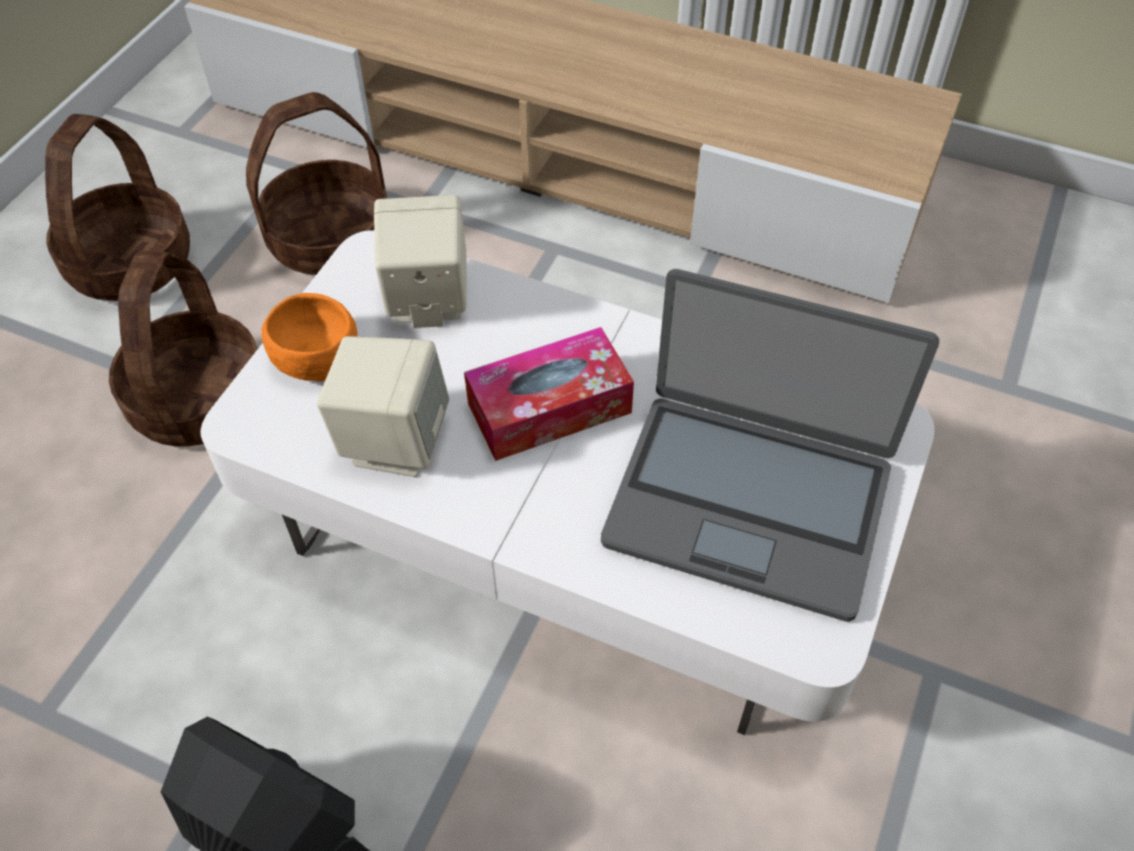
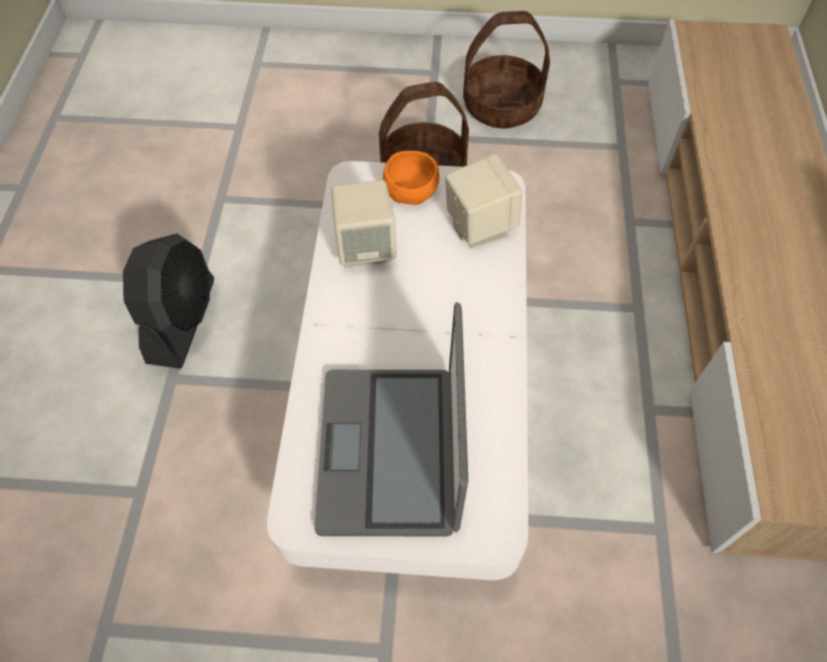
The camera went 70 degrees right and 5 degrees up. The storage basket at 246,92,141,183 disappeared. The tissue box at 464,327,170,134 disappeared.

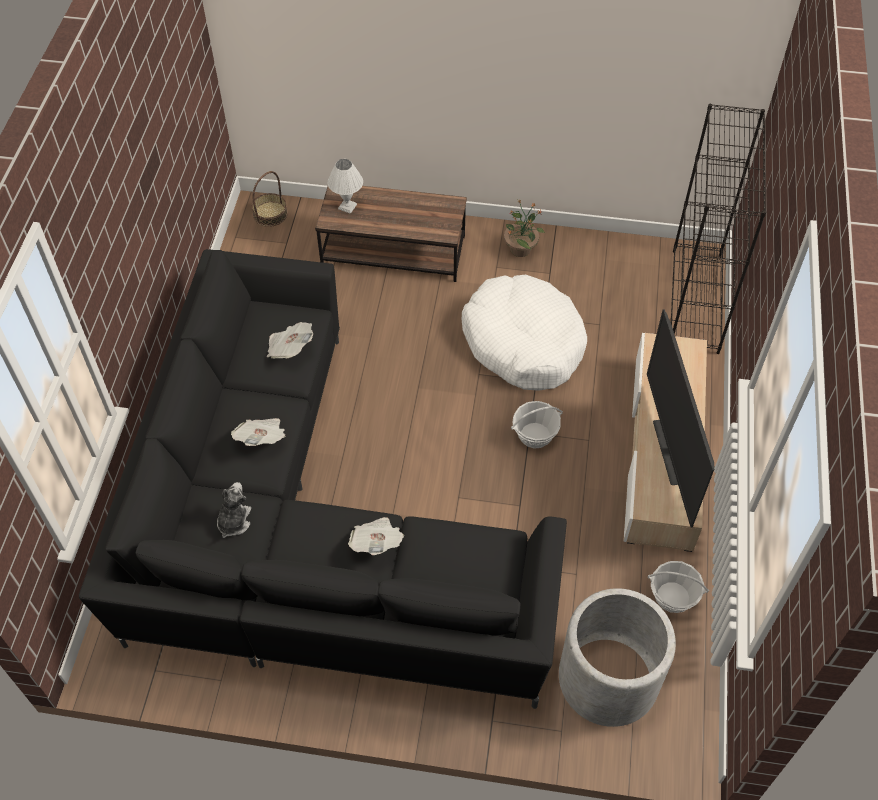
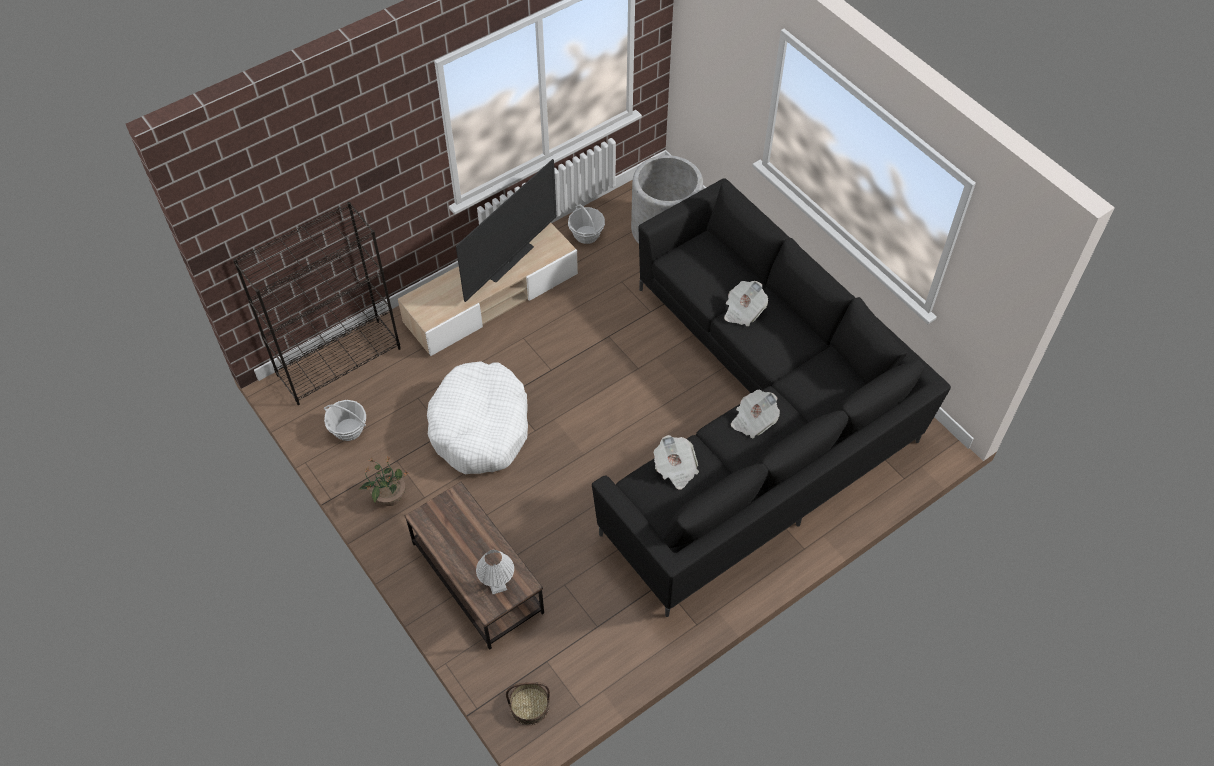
The camera went 135 degrees left and 0 degrees up. The storage basket moved from 511,401,52,48 to 324,400,42,41. The cuddly toy at 217,482,34,56 disappeared.

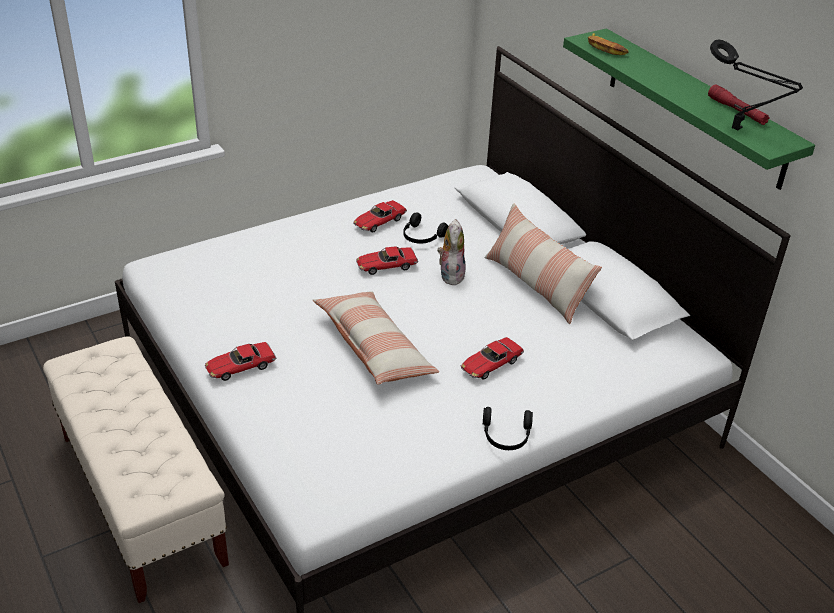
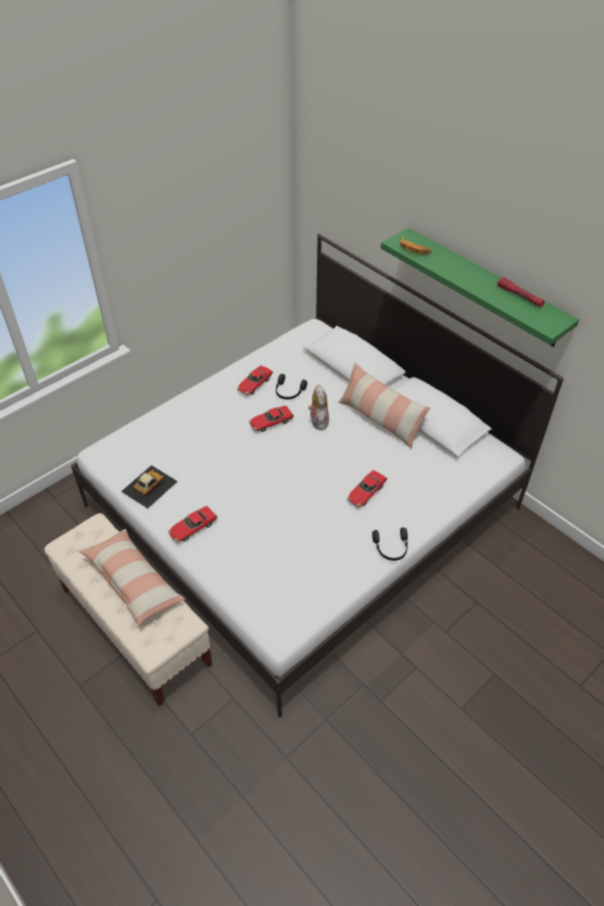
The camera went 10 degrees left and 10 degrees up. The black-coloured tabletop lamp at 710,39,93,91 disappeared. The throw pillow moved from 313,291,126,94 to 79,529,106,96. The model car at 121,465,57,44 appeared.

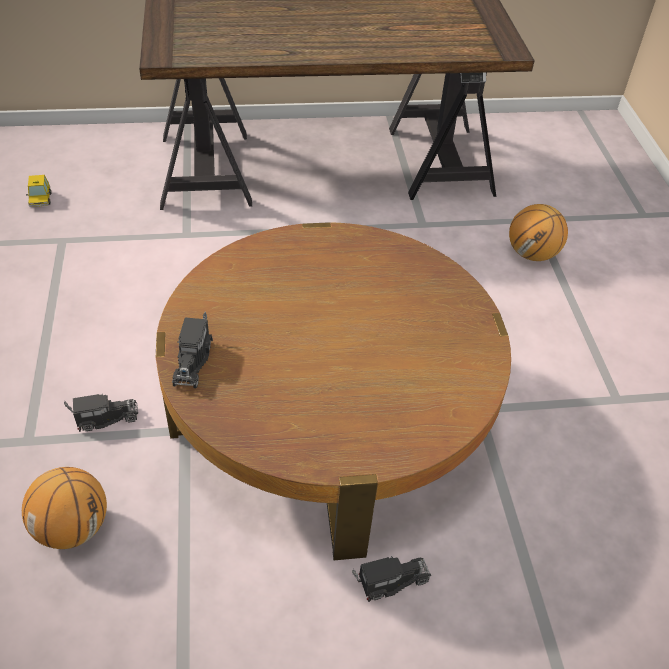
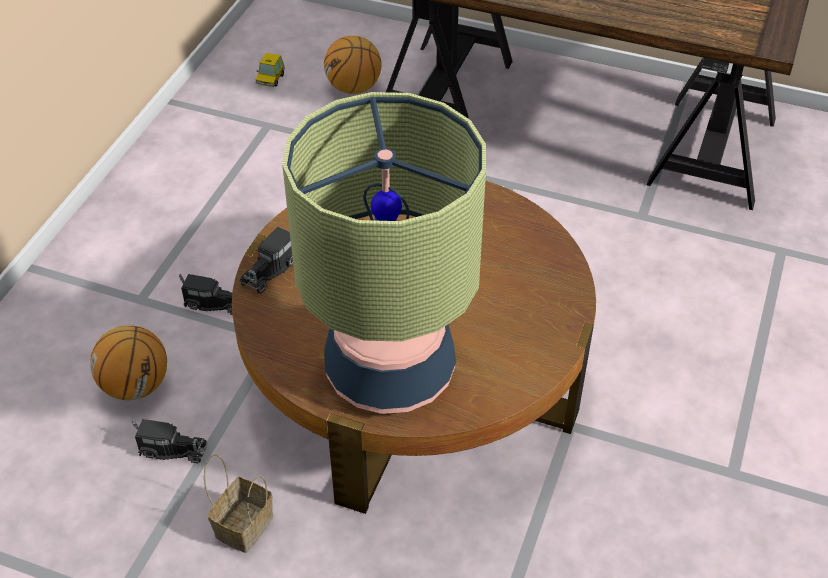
The camera went 30 degrees right and 0 degrees up. The basketball ball moved from 509,204,59,57 to 324,36,57,58. The toy truck moved from 352,556,79,46 to 132,419,75,44. The tabletop lamp at 282,92,204,322 appeared. The storage basket at 204,454,69,99 appeared.

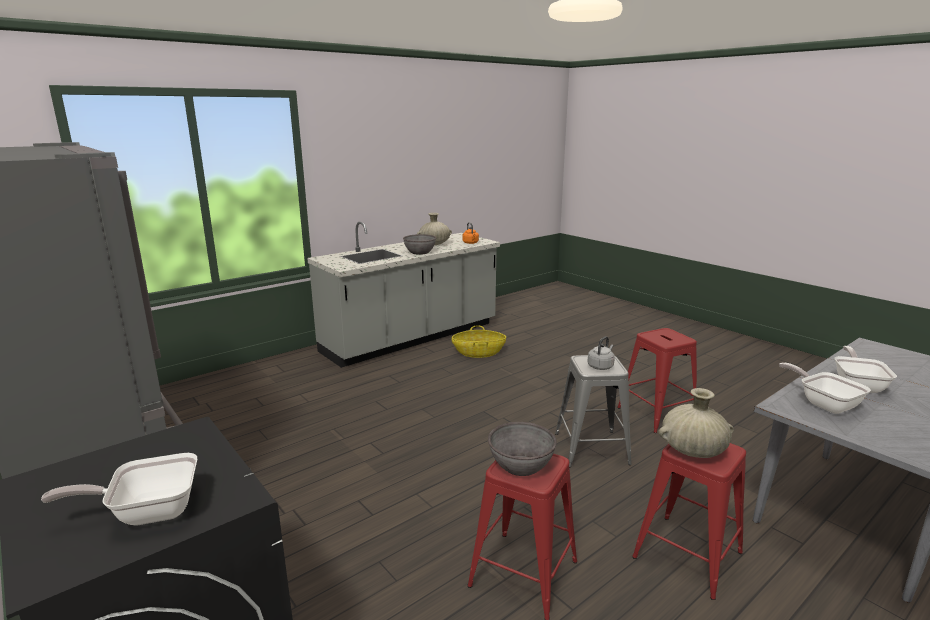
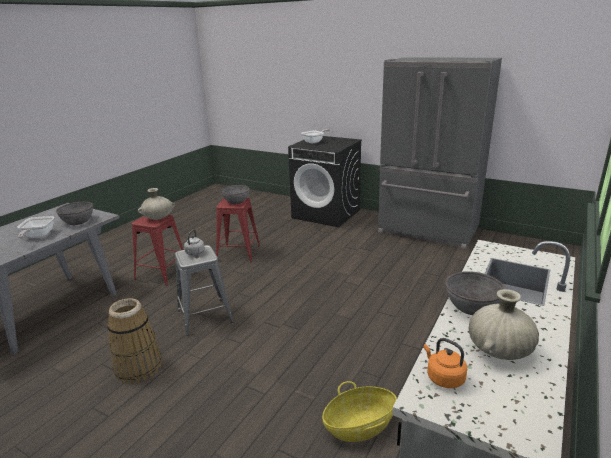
The camera went 160 degrees right and 5 degrees up. The red sitting stool at 617,328,80,105 was replaced by the storage basket at 108,298,54,85. The pan at 779,362,92,52 was replaced by the gray bowl at 56,202,37,23.

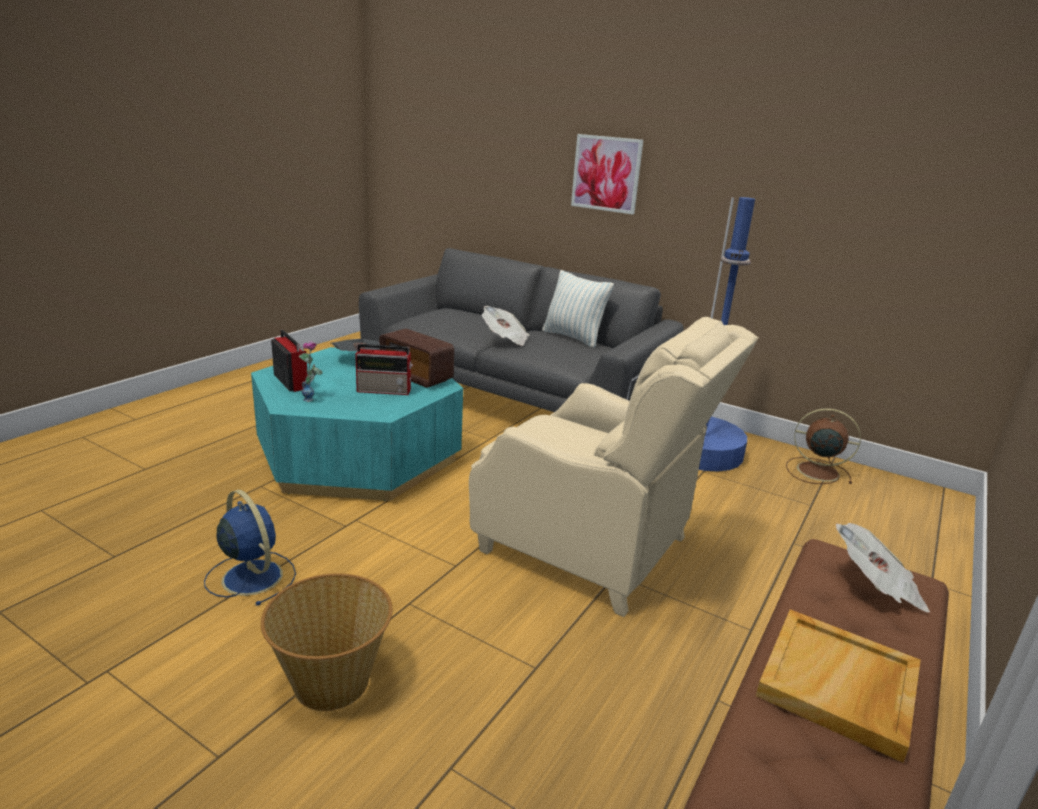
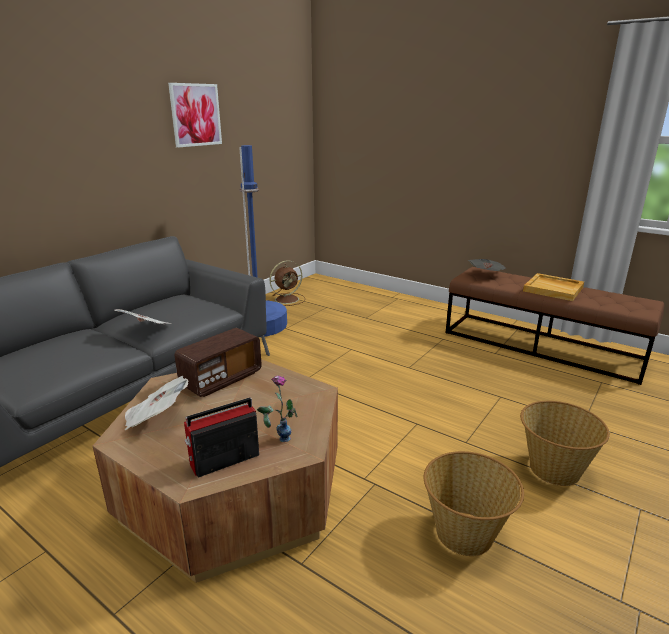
The camera went 85 degrees left and 0 degrees up. The wall art moved from 571,134,72,80 to 168,83,54,65. The throw pillow at 542,270,72,78 disappeared. The sand-coloured lounge chair at 469,317,289,300 disappeared. The radio at 355,344,58,51 disappeared. The blue-green lounge table at 251,347,212,154 became the brown lounge table at 93,359,245,224. The brown electric fan at 786,408,75,76 turned 150 degrees counterclockwise. The bluish electric fan at 204,490,92,116 was replaced by the storage basket at 424,451,100,105.

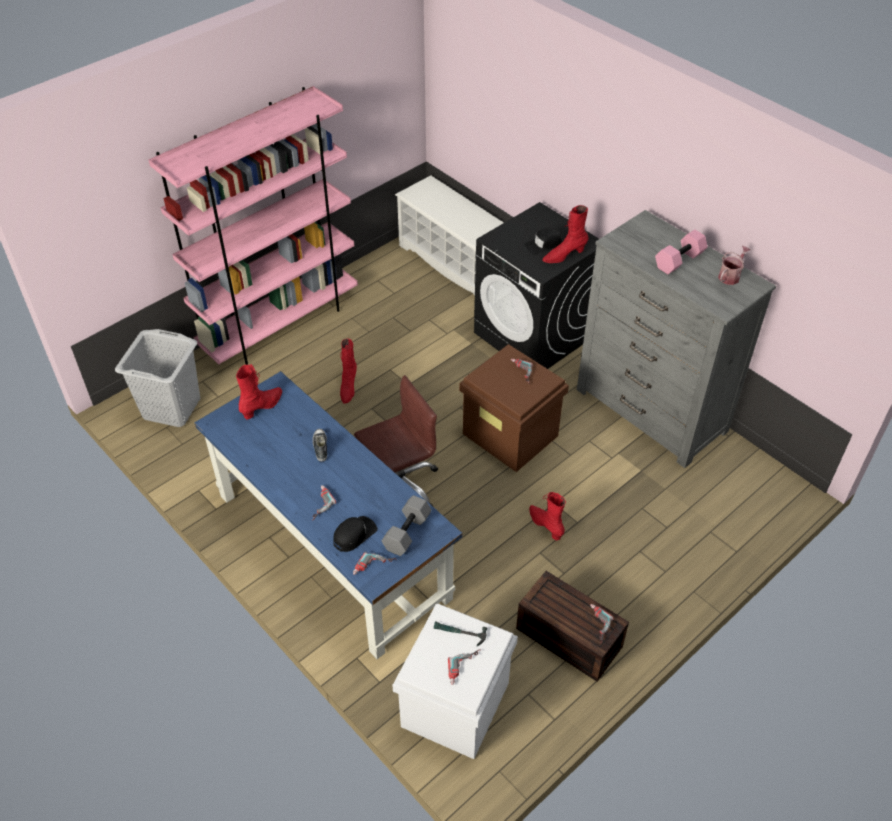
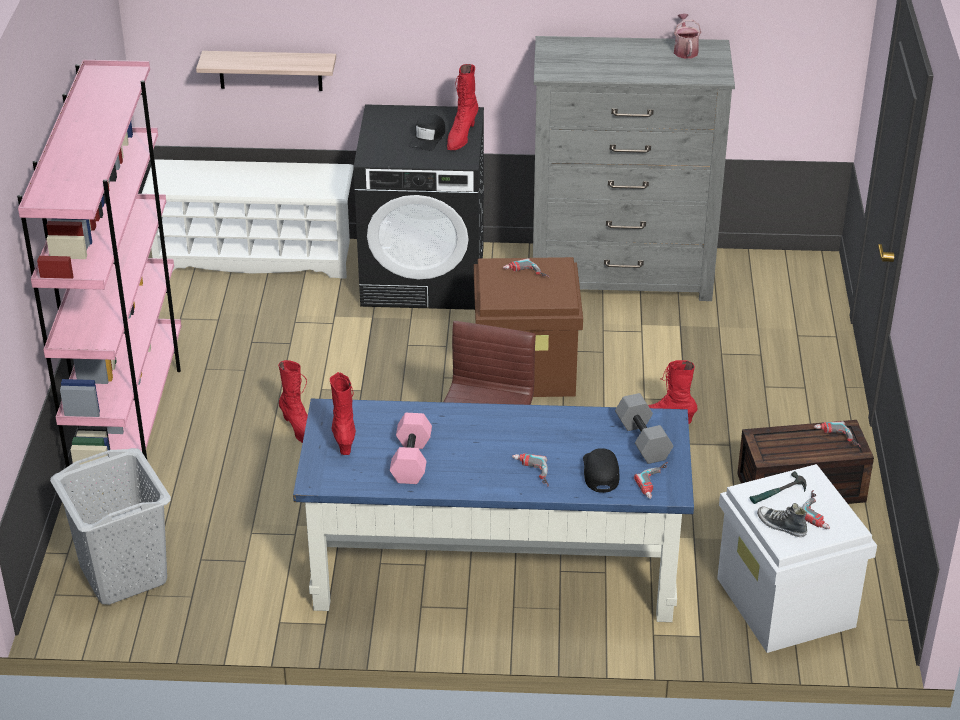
The camera went 45 degrees left and 10 degrees down. The pinkish dumbbell moved from 655,230,53,44 to 390,413,42,71. The shoe moved from 313,429,14,33 to 757,503,50,34. The shelf at 196,51,140,40 appeared.

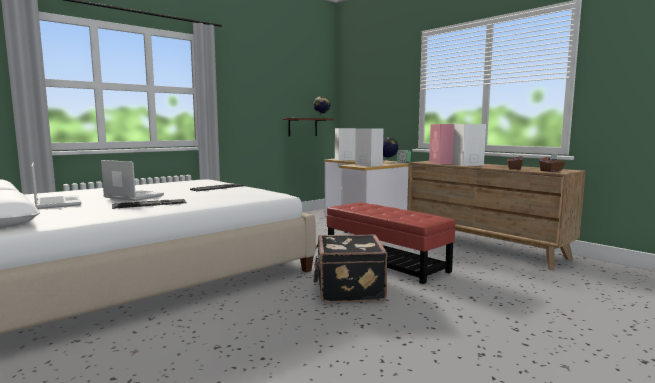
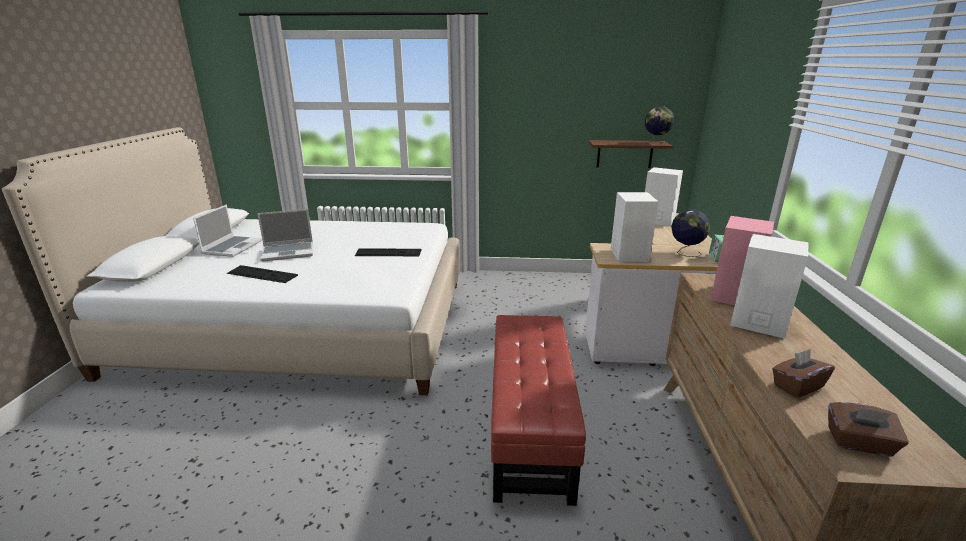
The camera went 45 degrees right and 15 degrees up. The laptop at 101,160,63,41 turned 90 degrees clockwise. The black-coloured suitcase at 314,234,74,69 disappeared.

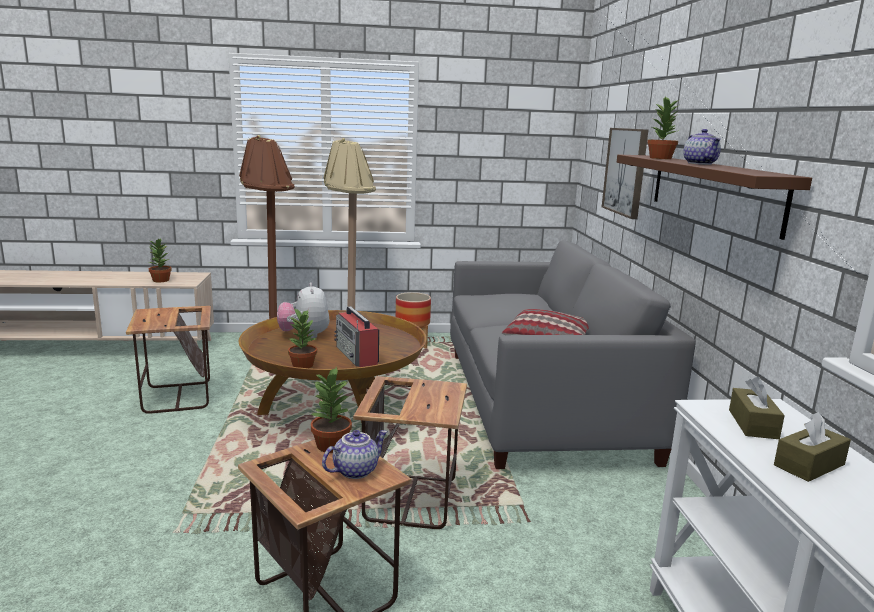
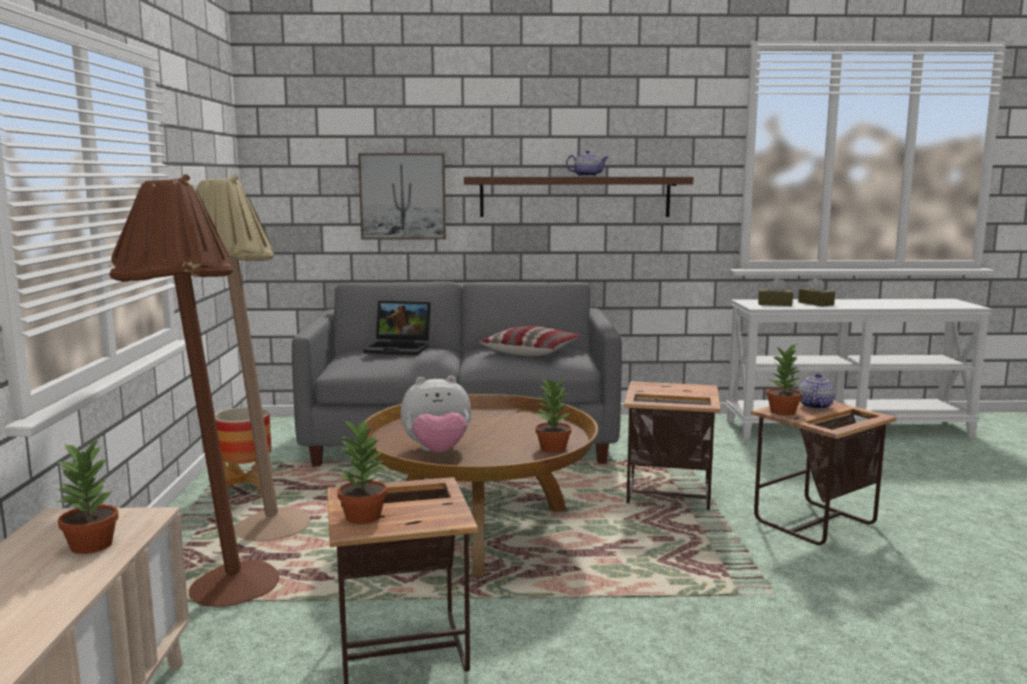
The camera went 85 degrees left and 5 degrees down. The plant in a pot moved from 647,97,33,62 to 337,419,51,105. The radio at 334,306,45,61 disappeared. The tea pot at 322,430,66,49 turned 60 degrees clockwise. The laptop at 363,301,68,55 appeared.

